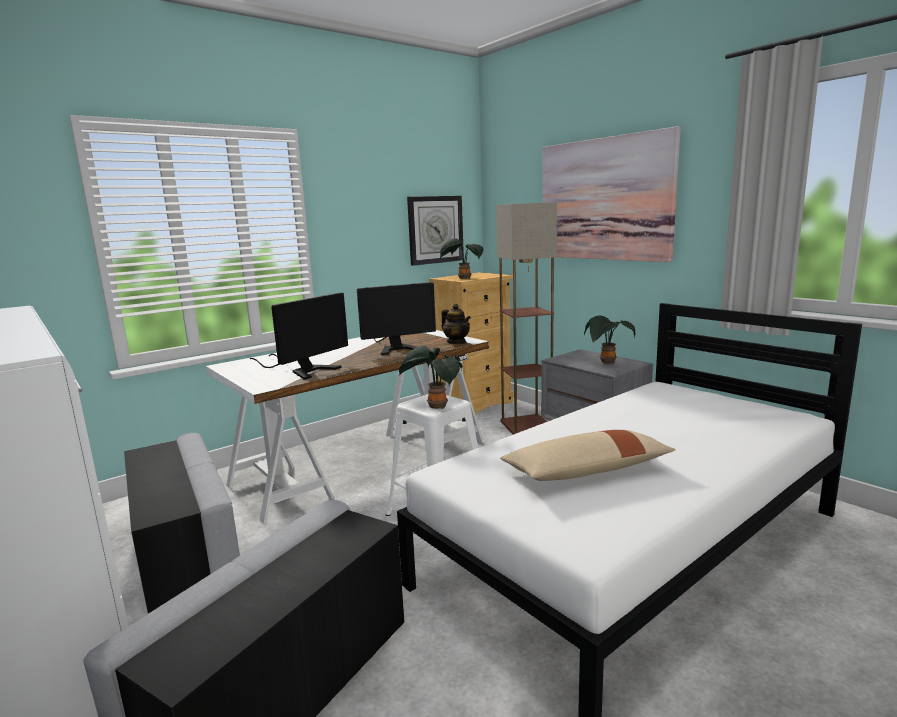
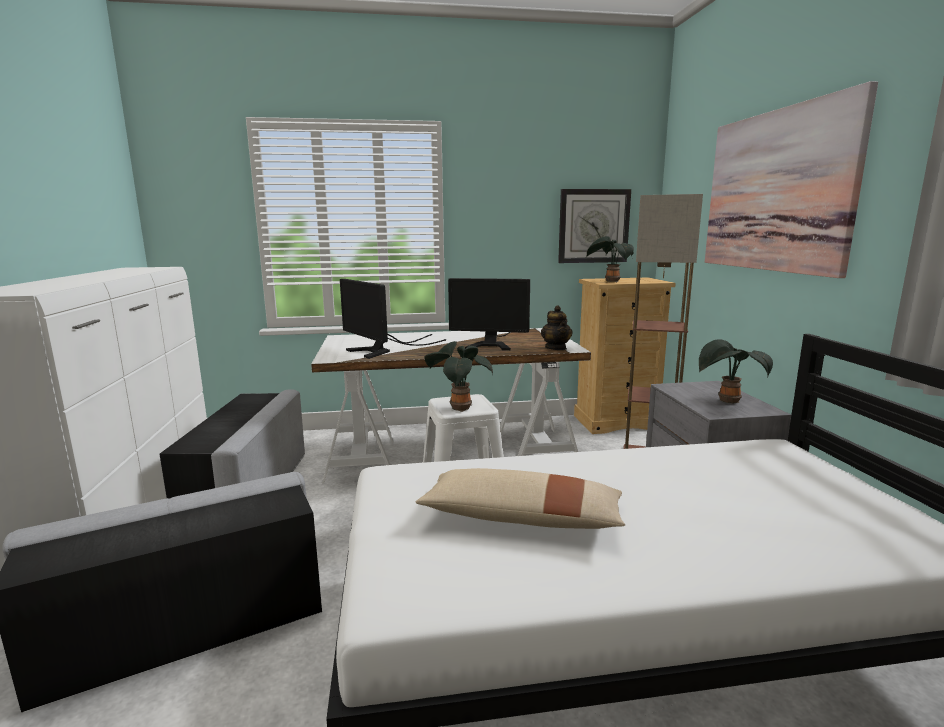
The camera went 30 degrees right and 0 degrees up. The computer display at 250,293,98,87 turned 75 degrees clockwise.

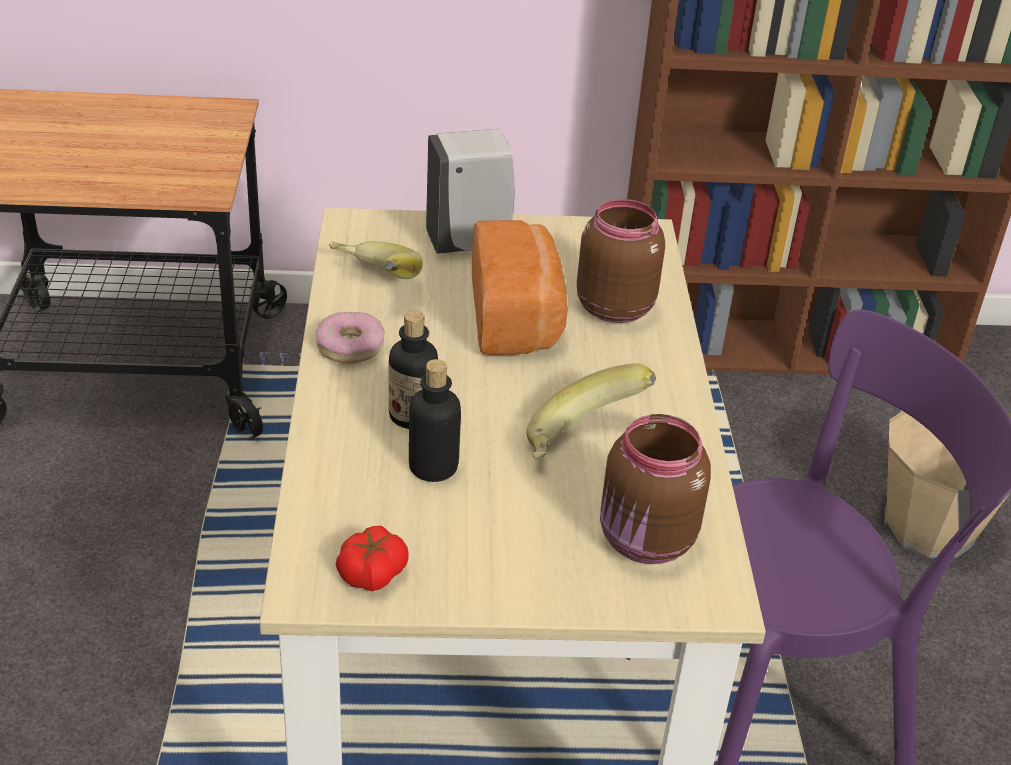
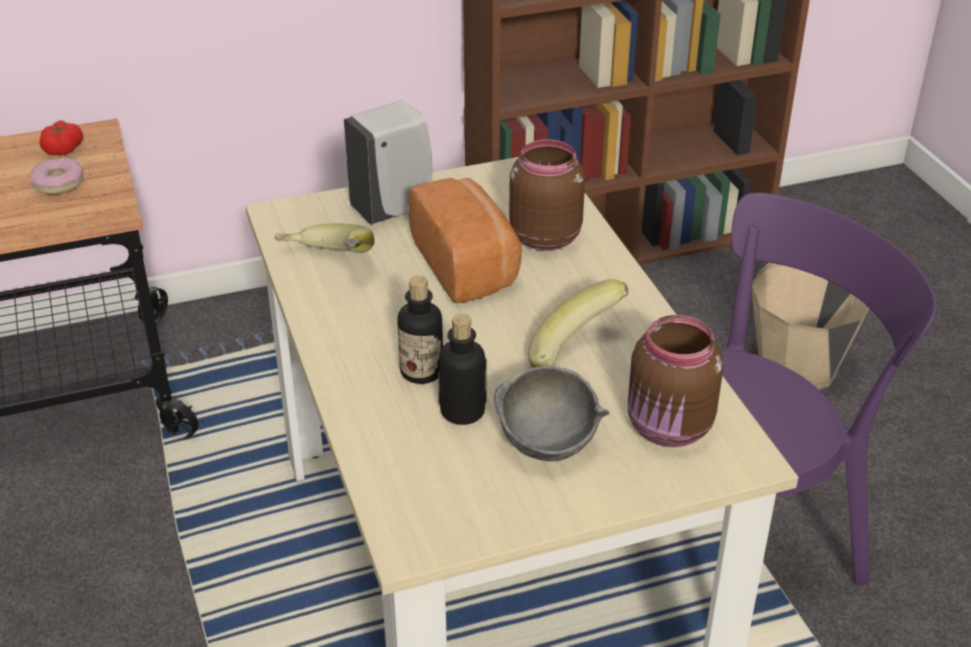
The camera went 15 degrees left and 0 degrees up. The doughnut moved from 316,312,69,51 to 30,158,53,37. The whole tomato moved from 336,526,73,65 to 39,120,44,35. The gray bowl at 494,366,115,95 appeared.

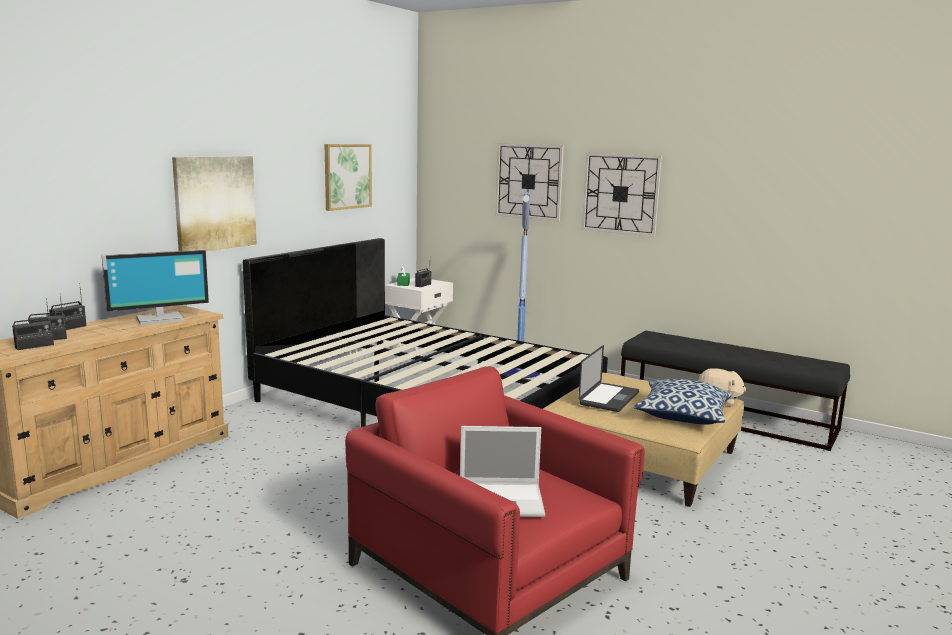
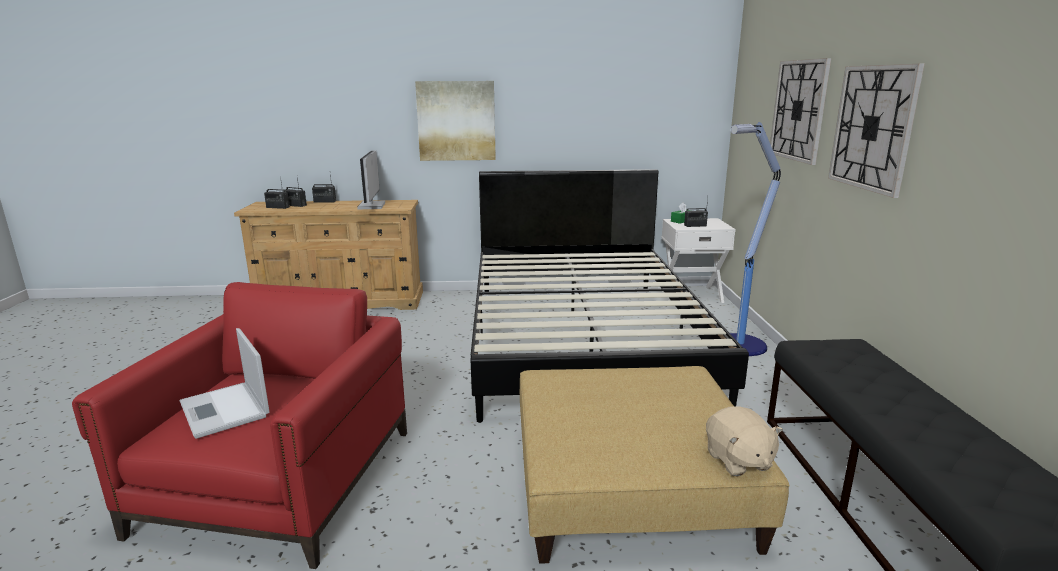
The camera went 55 degrees right and 5 degrees up. The wall art at 325,144,47,67 disappeared. The computer display at 102,250,107,75 turned 60 degrees clockwise. The laptop at 579,345,60,67 disappeared. The throw pillow at 634,379,98,46 disappeared.

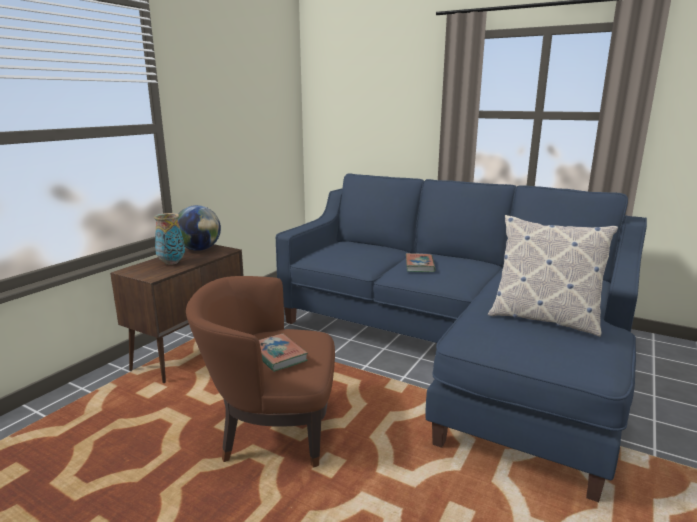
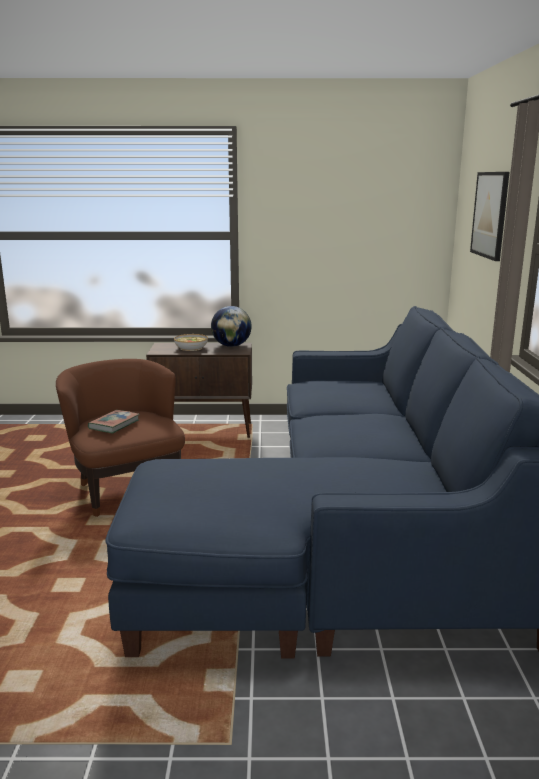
The camera went 60 degrees right and 0 degrees up. The decorative vase at 154,213,31,52 was replaced by the bowl at 174,334,34,17. The throw pillow at 488,215,130,122 disappeared. The volume at 406,253,30,19 disappeared. The wall art at 470,172,39,89 appeared.

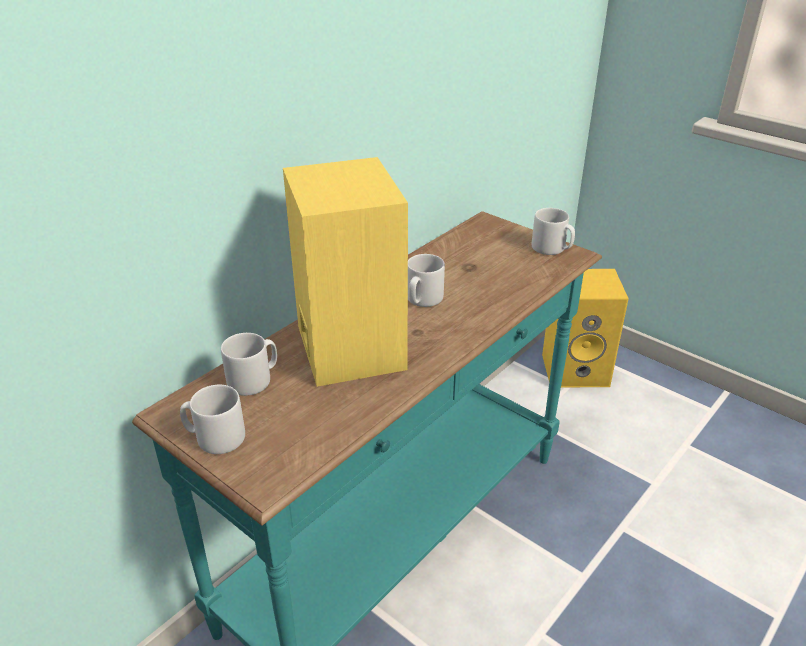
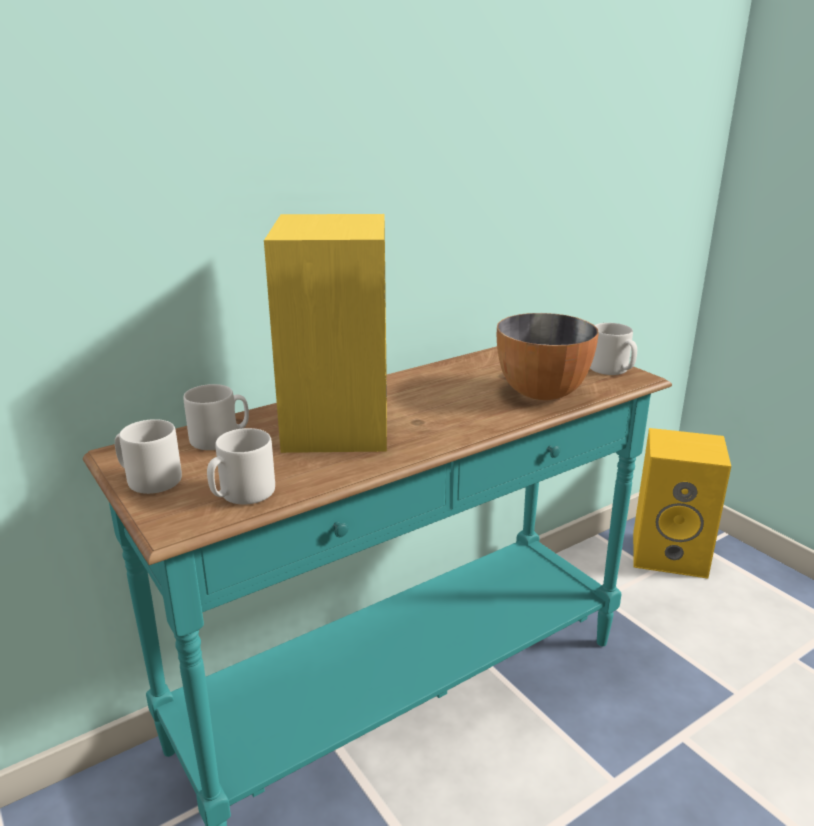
The camera went 15 degrees right and 10 degrees down. The gray tea mug moved from 408,254,37,53 to 207,428,68,77. The bowl at 497,313,102,87 appeared.

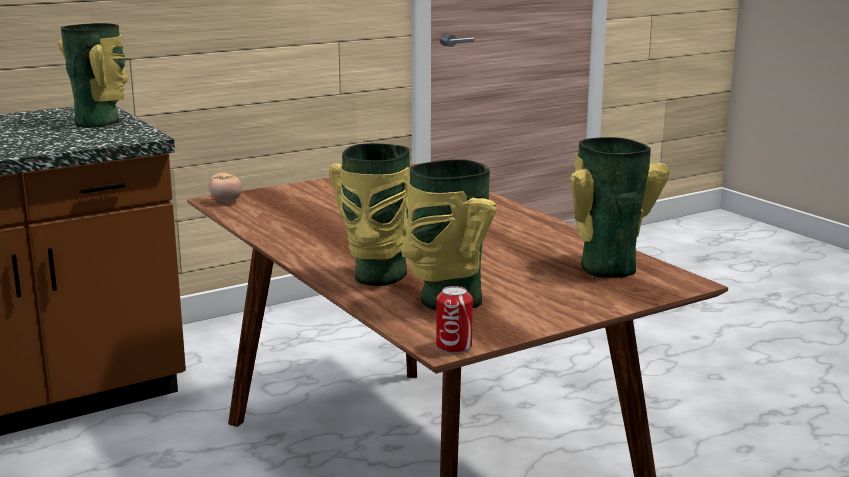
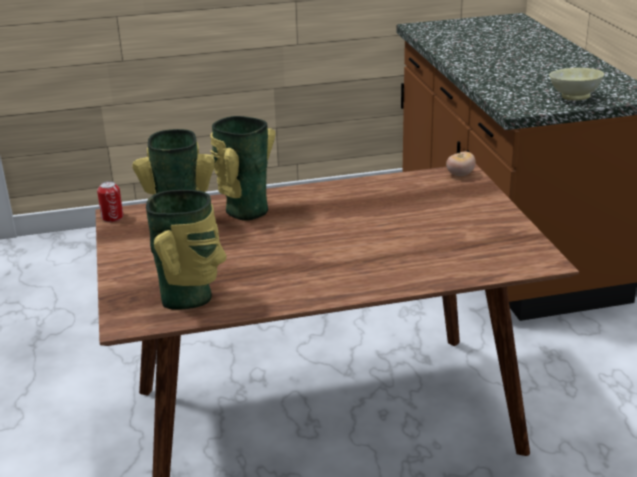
The camera went 110 degrees right and 10 degrees up. The decorative vase at 58,23,70,105 was replaced by the sand-coloured bowl at 549,68,55,32.

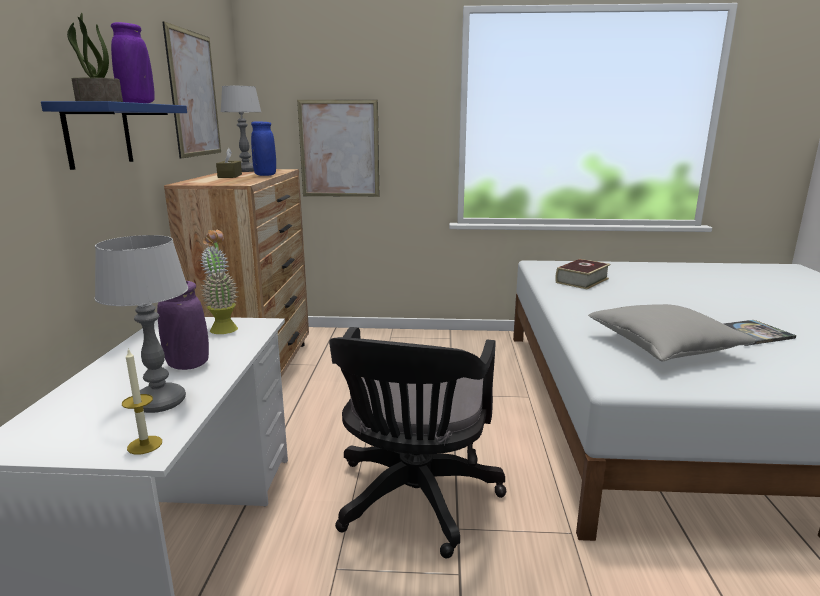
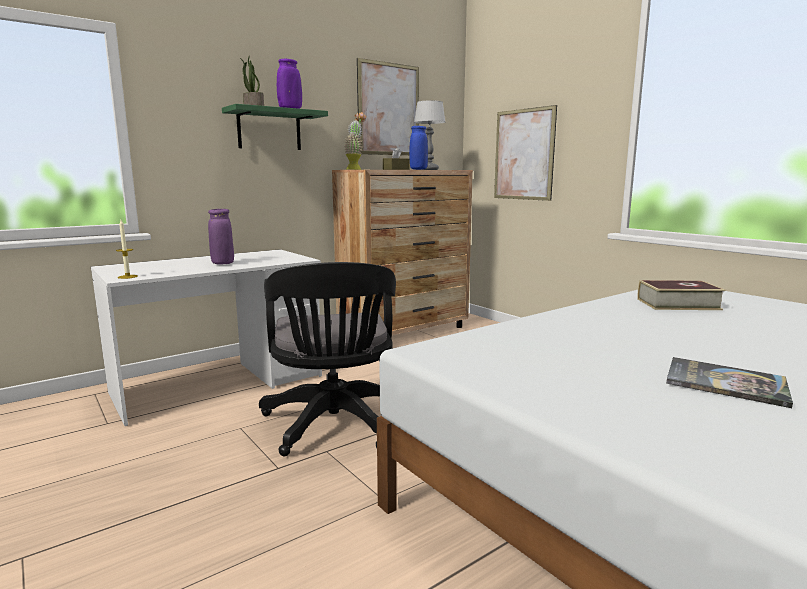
The camera went 50 degrees right and 5 degrees down. The bluish shelf at 41,101,146,69 became the green-coloured shelf at 222,104,106,46. The plant in a pot moved from 200,230,38,104 to 344,112,22,58. The tabletop lamp at 95,235,93,178 disappeared. The gray throw pillow at 588,304,168,57 disappeared. The black-coloured office chair at 329,327,177,231 turned 75 degrees counterclockwise.

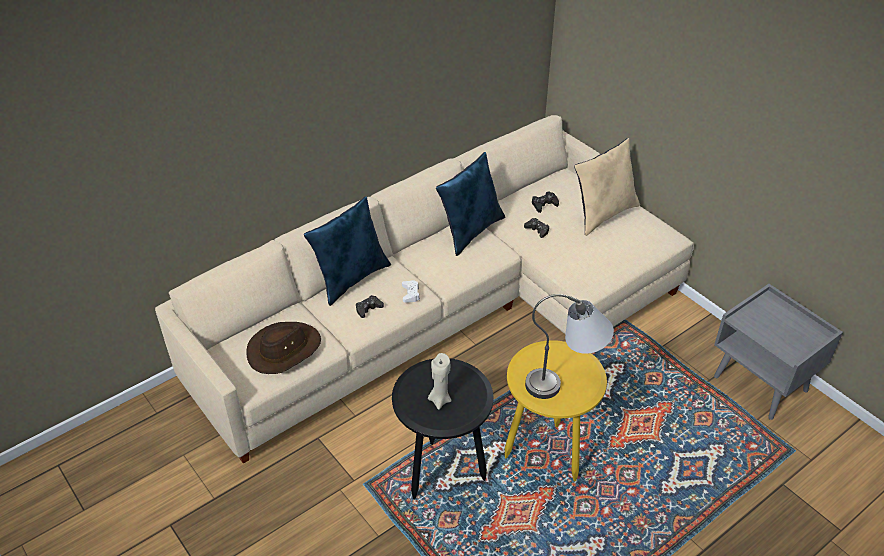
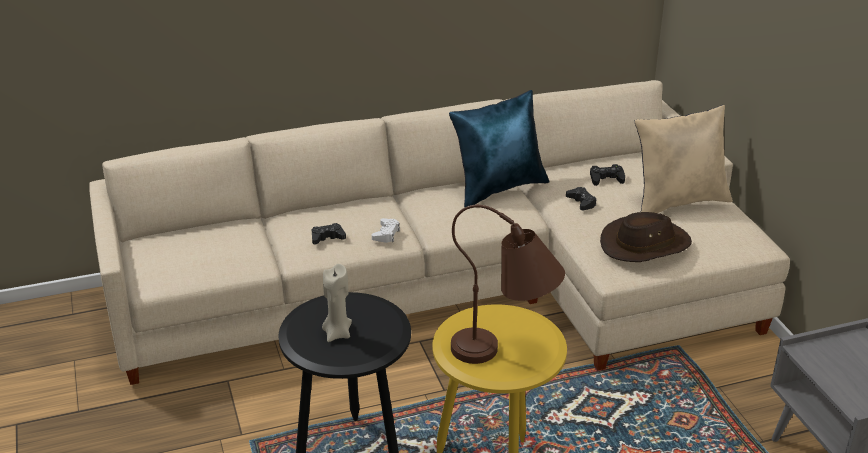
The camera went 20 degrees right and 10 degrees down. The bluish throw pillow at 304,196,87,110 disappeared. The gray tabletop lamp at 525,294,89,105 became the brown tabletop lamp at 451,205,114,159. The brown clothing hat moved from 246,322,75,52 to 600,212,92,50.

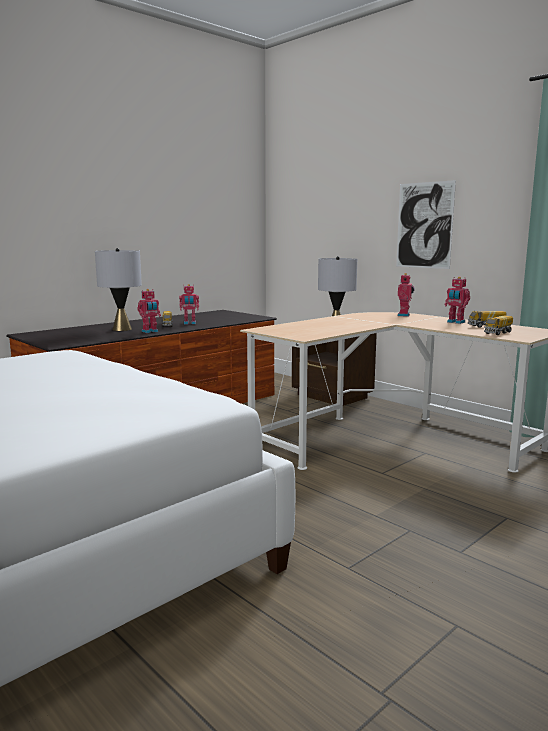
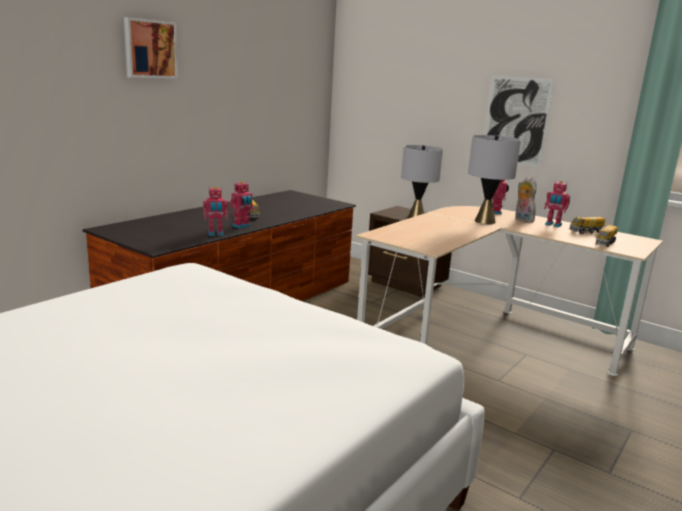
The camera went 10 degrees left and 5 degrees up. The gray tabletop lamp moved from 95,248,47,83 to 468,135,53,89. The toy robot moved from 179,284,20,40 to 203,187,25,49. The wall art at 124,17,54,62 appeared. The cuddly toy at 515,176,22,46 appeared.

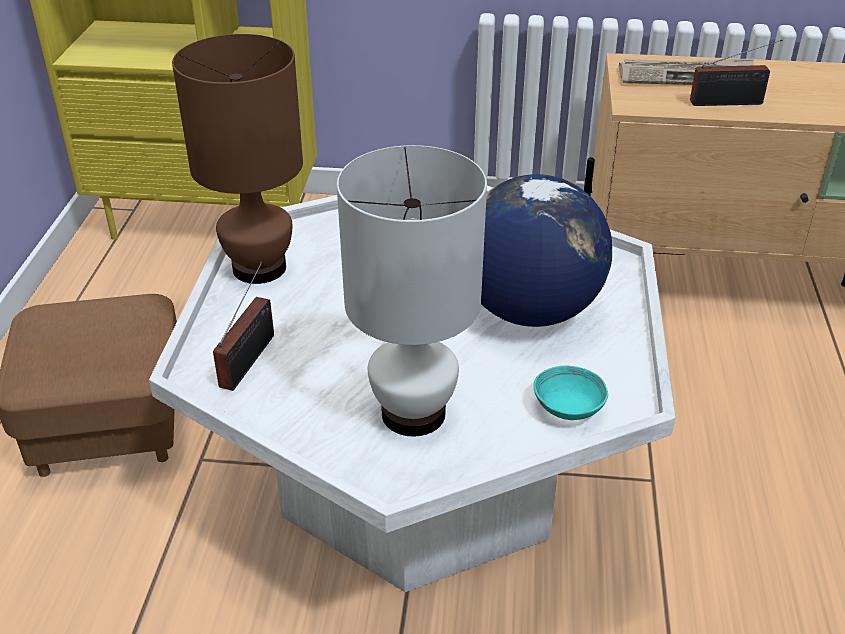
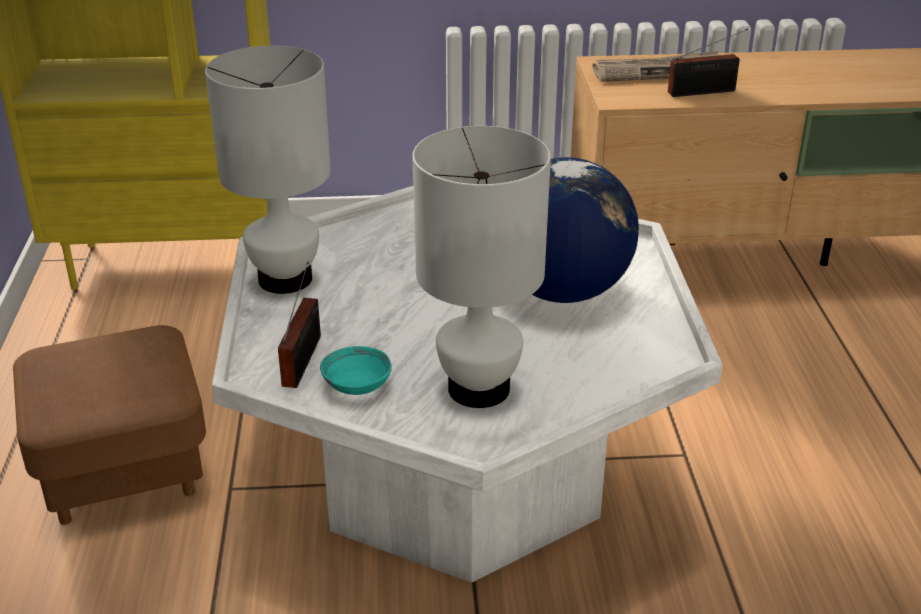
The camera went 10 degrees left and 5 degrees down. The brown tabletop lamp at 172,34,131,250 became the whitish tabletop lamp at 205,46,126,248. The blue-green bowl moved from 533,365,75,55 to 320,346,72,49.

